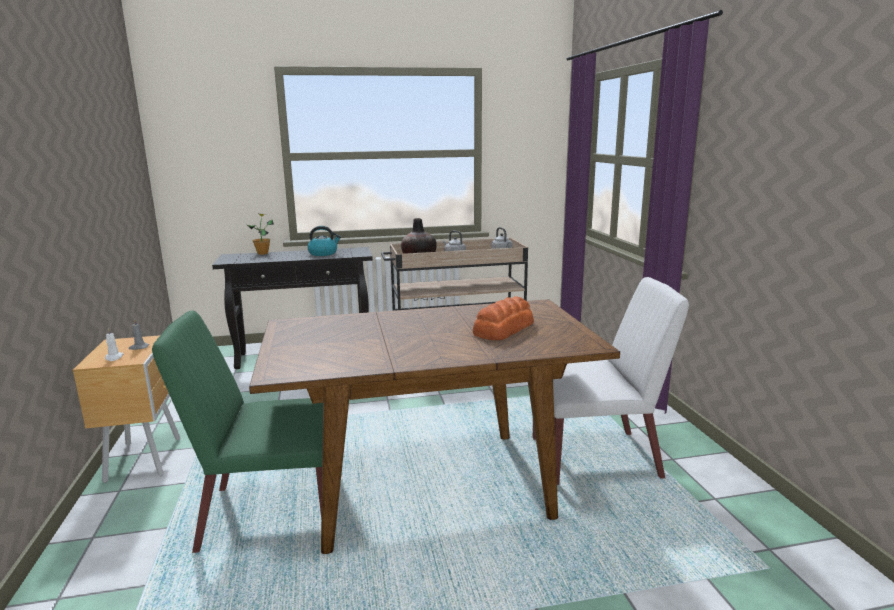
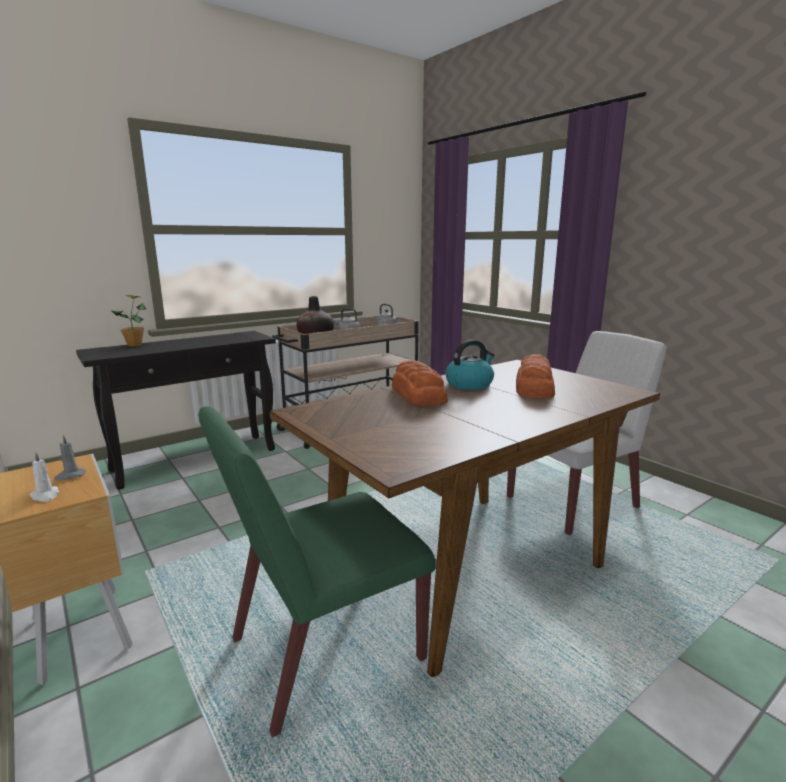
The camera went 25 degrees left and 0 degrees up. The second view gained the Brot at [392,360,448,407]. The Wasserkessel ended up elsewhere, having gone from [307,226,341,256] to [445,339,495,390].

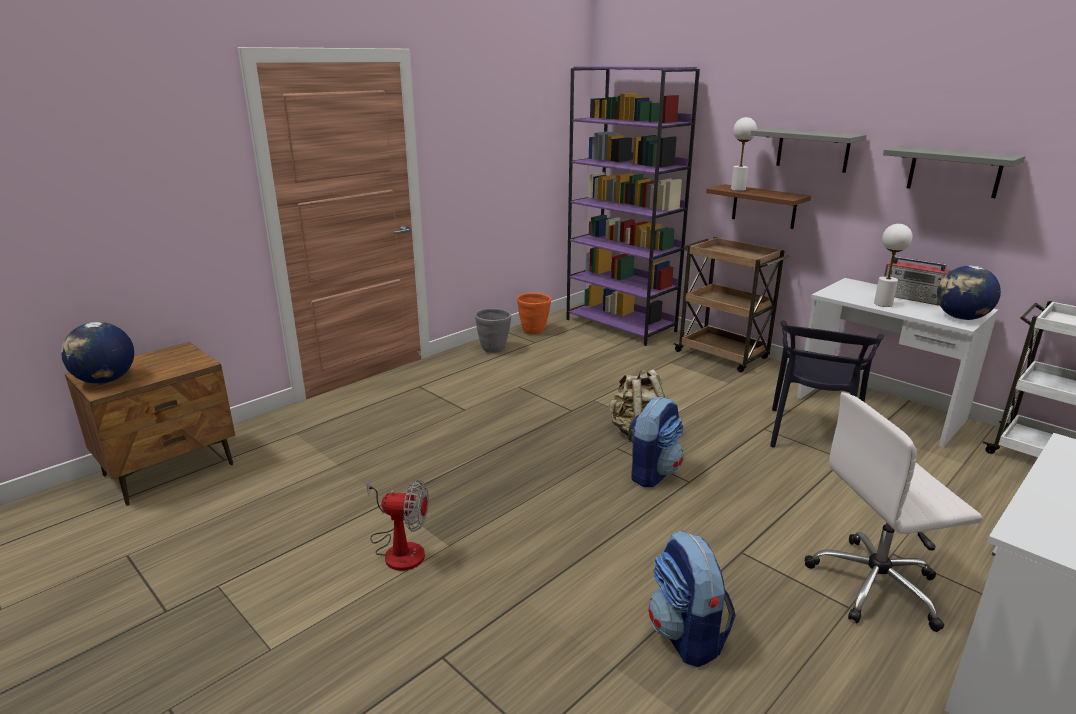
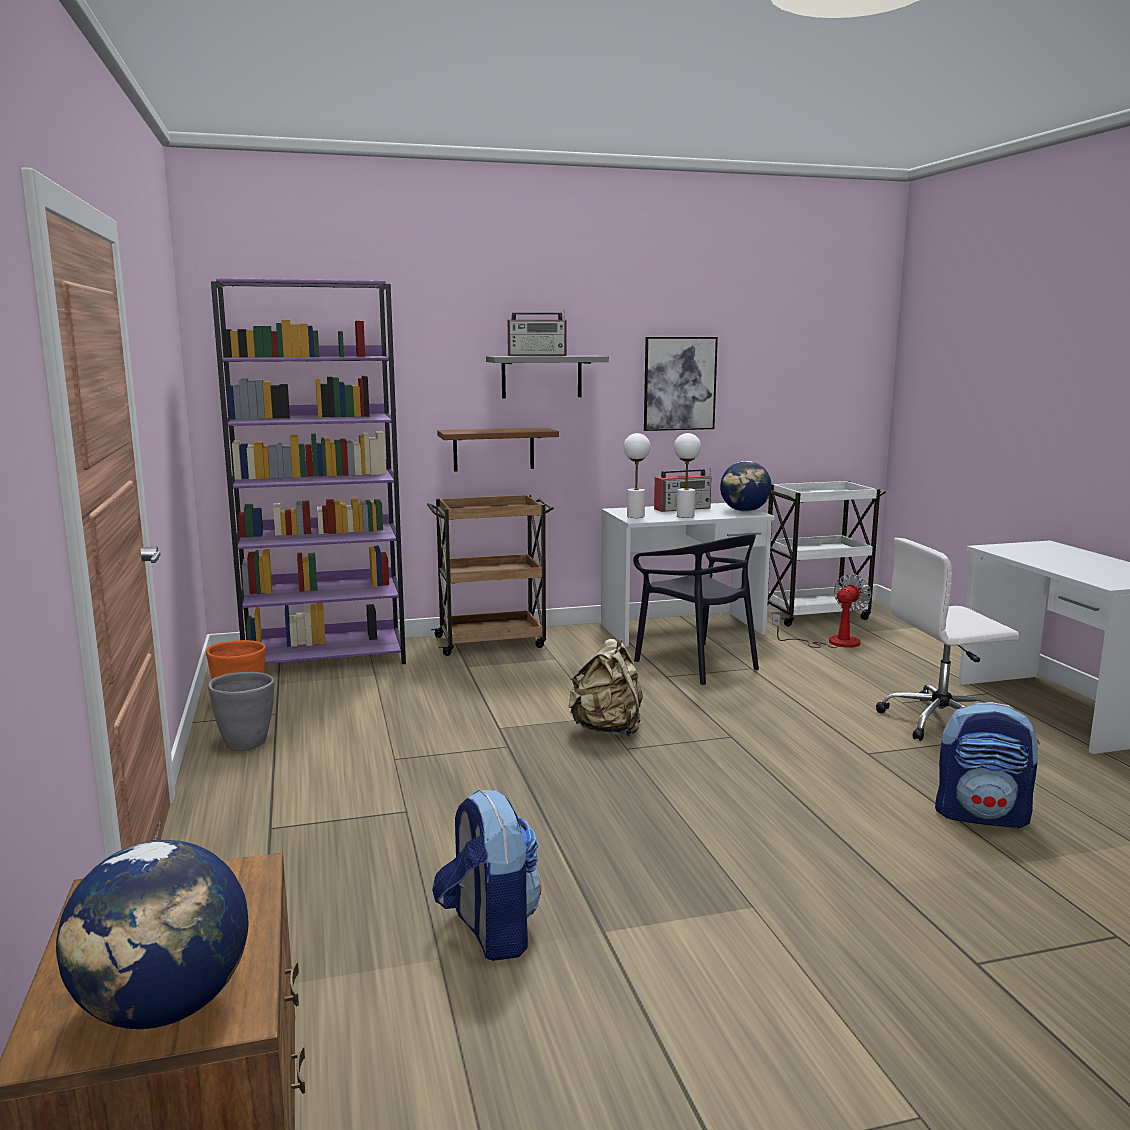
The camera went 60 degrees left and 10 degrees down. The second view gained the Radio at [507,310,567,356]. The Ventilator ended up elsewhere, having gone from [367,478,429,571] to [772,574,872,648]. The Rucksack ended up elsewhere, having gone from [629,396,684,487] to [432,790,541,961]. The Tischlampe [weiß] ended up elsewhere, having gone from [731,117,757,191] to [624,433,651,518]. Where the Wandregal [grau] hung at [883,146,1026,198], the Bild came to hang at [644,337,718,431]. The Bürostuhl [weiß] at [805,392,982,632] ended up facing another way, 60 degrees clockwise from before.

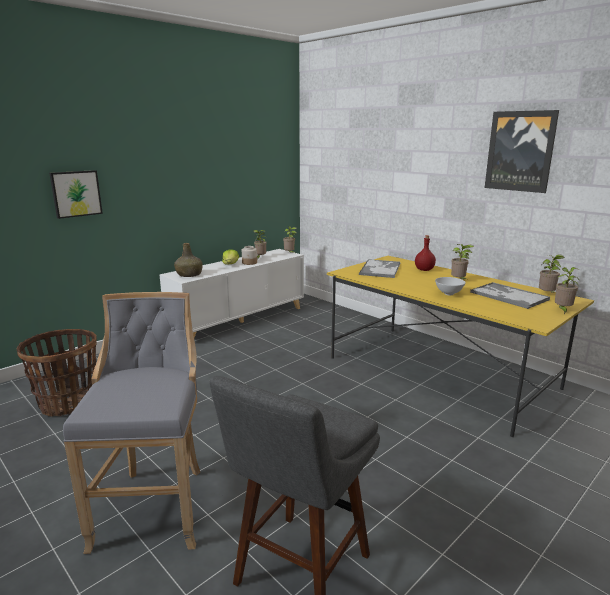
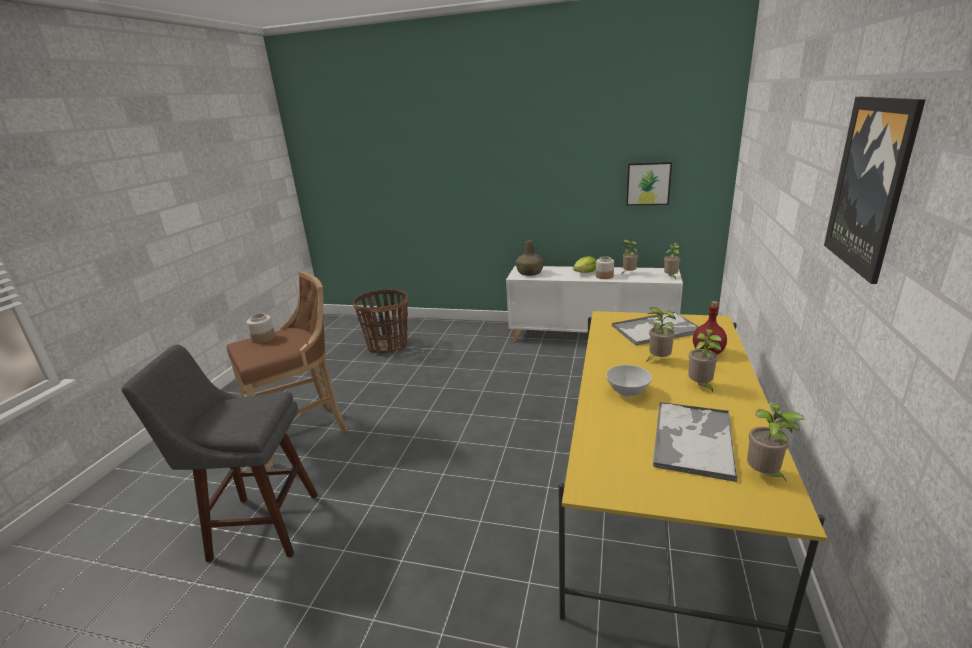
The camera went 60 degrees right and 5 degrees up. The second view gained the Vorratsglas at [247,313,275,343]. The Bild ended up elsewhere, having gone from [49,170,103,219] to [626,162,672,206]. The Topfpflanze ended up elsewhere, having gone from [555,267,579,314] to [646,307,676,362]. What was the Hocker [grau] at [63,292,200,554] turned into the Hocker [braun] at [227,272,347,468].

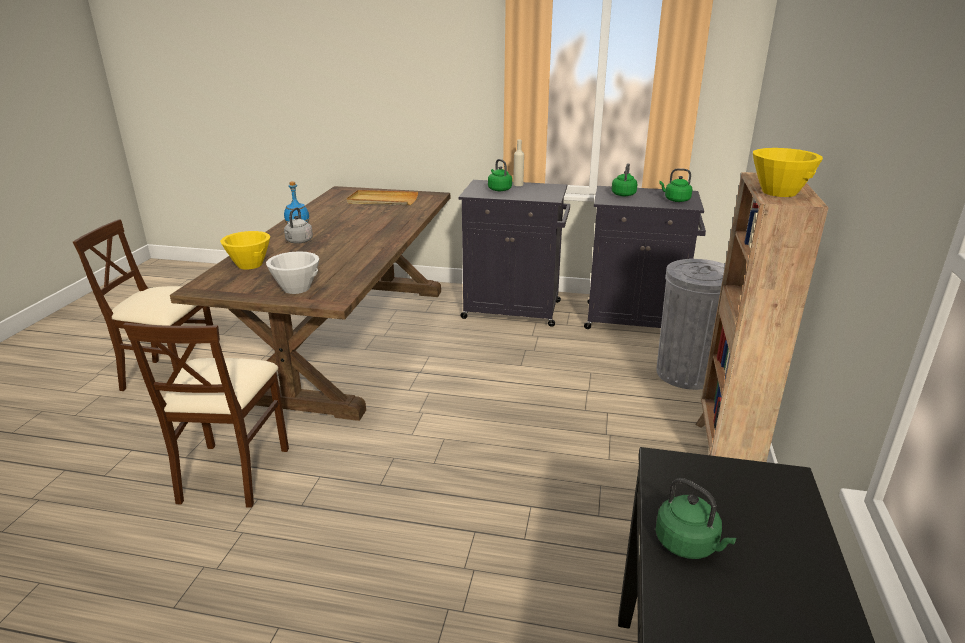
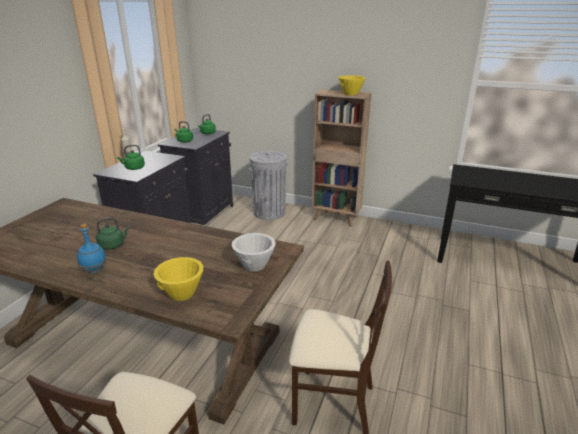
The camera went 80 degrees left and 0 degrees up. The second view lost the Wasserkessel [grau] at [284,207,313,243]. The second view lost the Tablett [beige] at [346,190,418,205]. The Wasserkessel [grün] ended up elsewhere, having gone from [655,478,736,559] to [96,217,130,250].

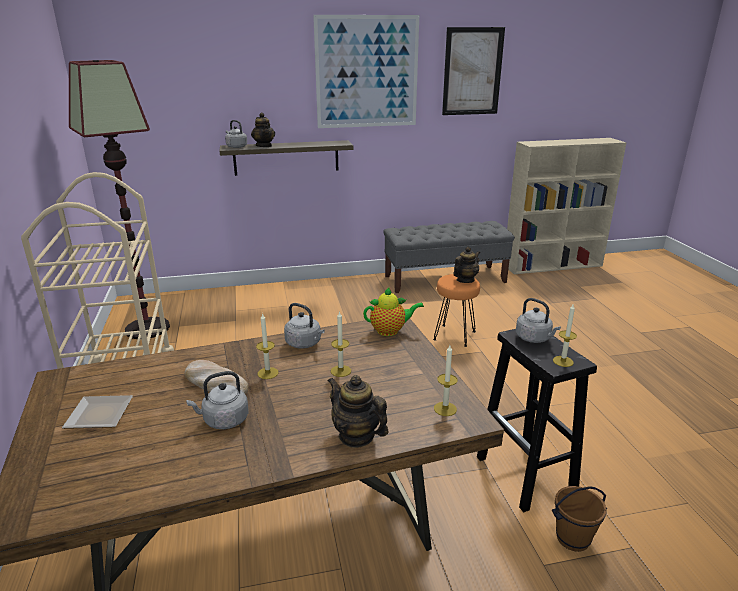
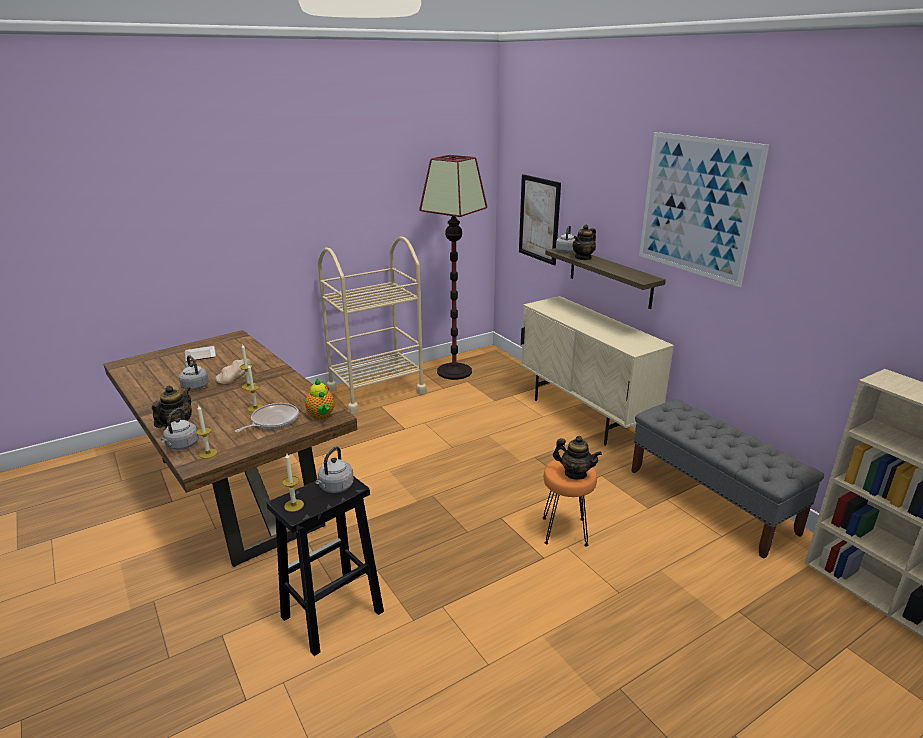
The camera went 70 degrees right and 0 degrees up. The second view lost the Eimer [braun] at [552,486,607,552]. The second view gained the Pfanne at [235,403,299,433]. The second view gained the Schrank [beige] at [521,296,674,446]. The Wasserkessel [grau] ended up elsewhere, having gone from [284,303,325,349] to [161,408,199,450]. The Bild ended up elsewhere, having gone from [442,27,505,115] to [519,174,561,265].

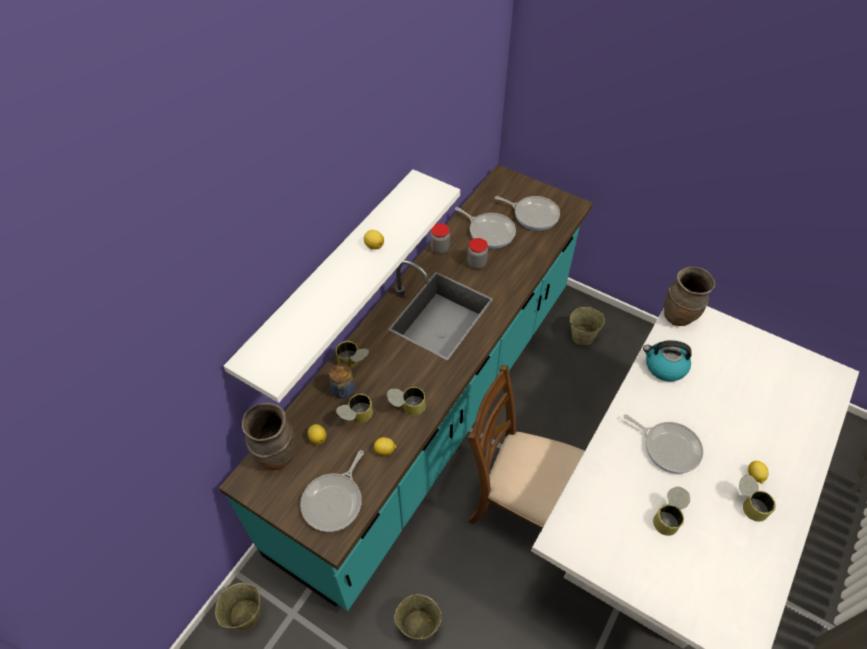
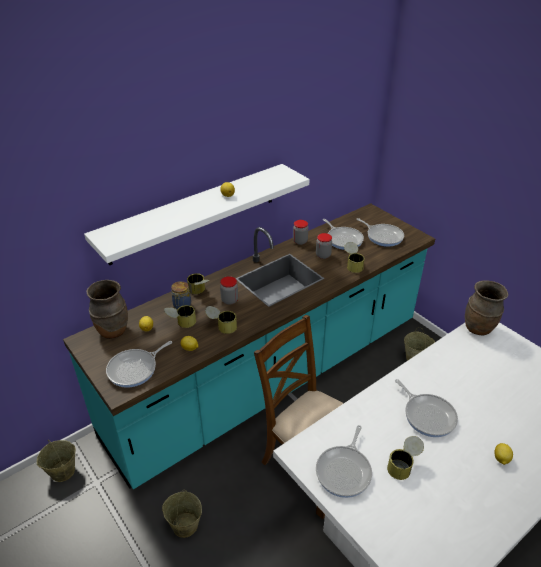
The camera went 20 degrees right and 15 degrees down. The second view lost the Wasserkessel at [643,340,692,382]. The second view gained the Vorratsglas at [220,276,238,305]. The second view gained the Pfanne at [316,425,372,498]. The Dose ended up elsewhere, having gone from [739,475,776,522] to [344,242,365,273].

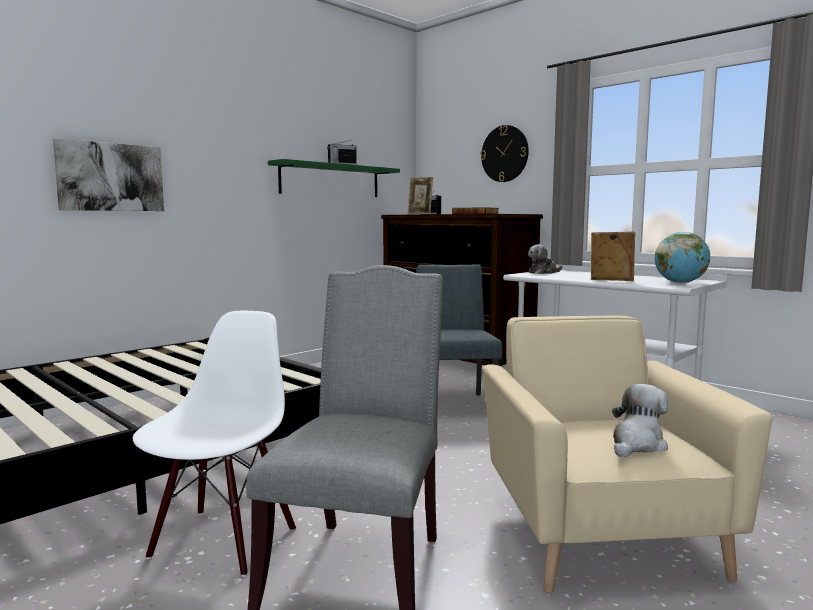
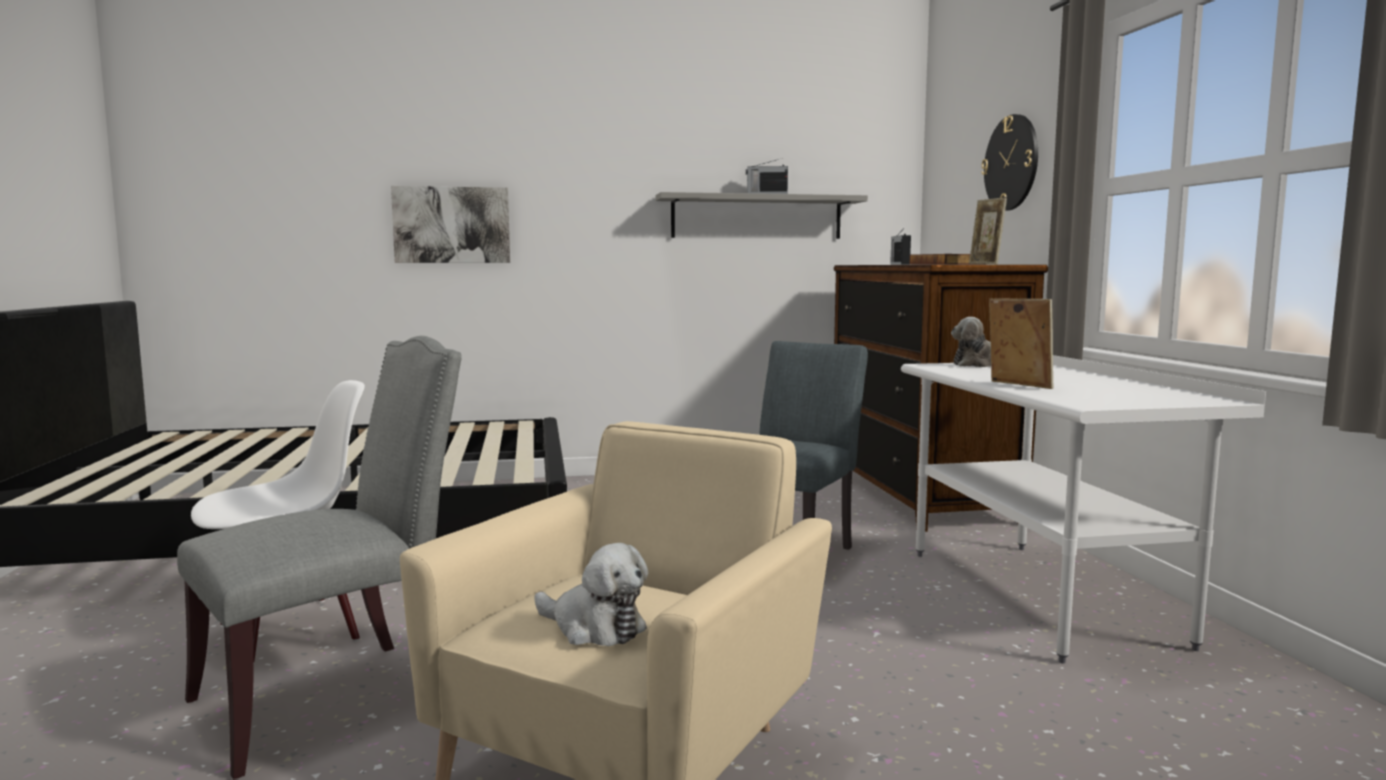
The camera went 35 degrees right and 0 degrees up. The second view lost the Globus at [655,232,710,283]. The Bilderrahmen ended up elsewhere, having gone from [408,177,433,214] to [969,198,1007,264]. What was the Wandregal [grün] at [268,159,400,197] turned into the Wandregal [grau] at [655,192,868,239]. The Plüschtier at [612,384,668,457] ended up facing another way, 45 degrees clockwise from before.

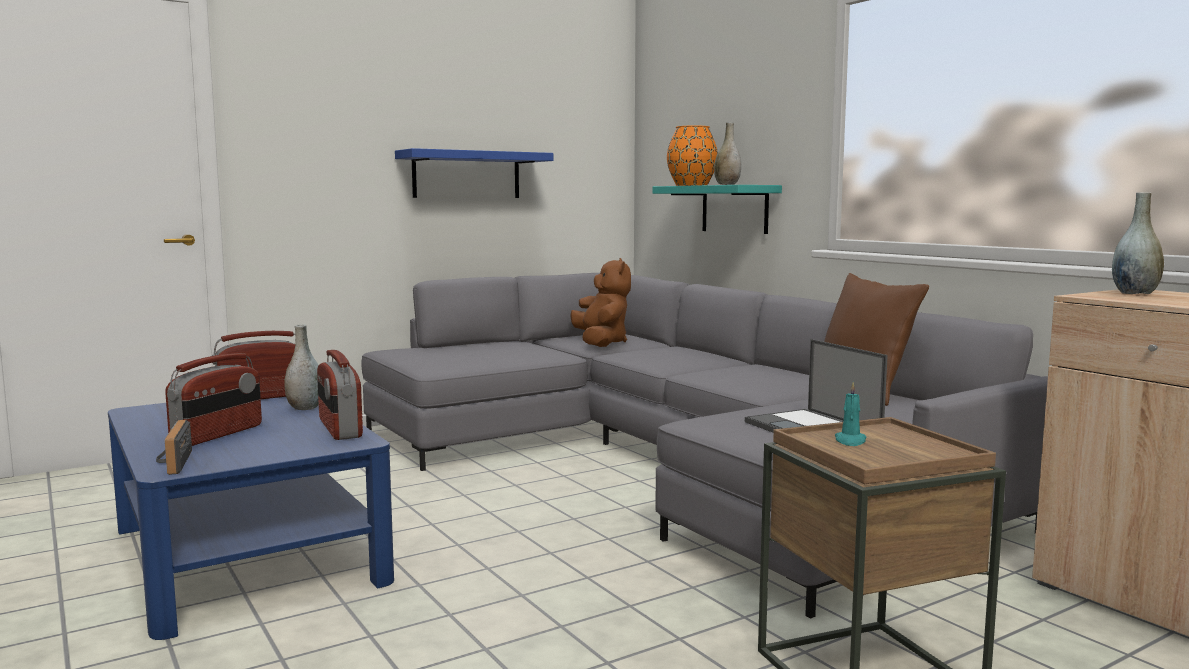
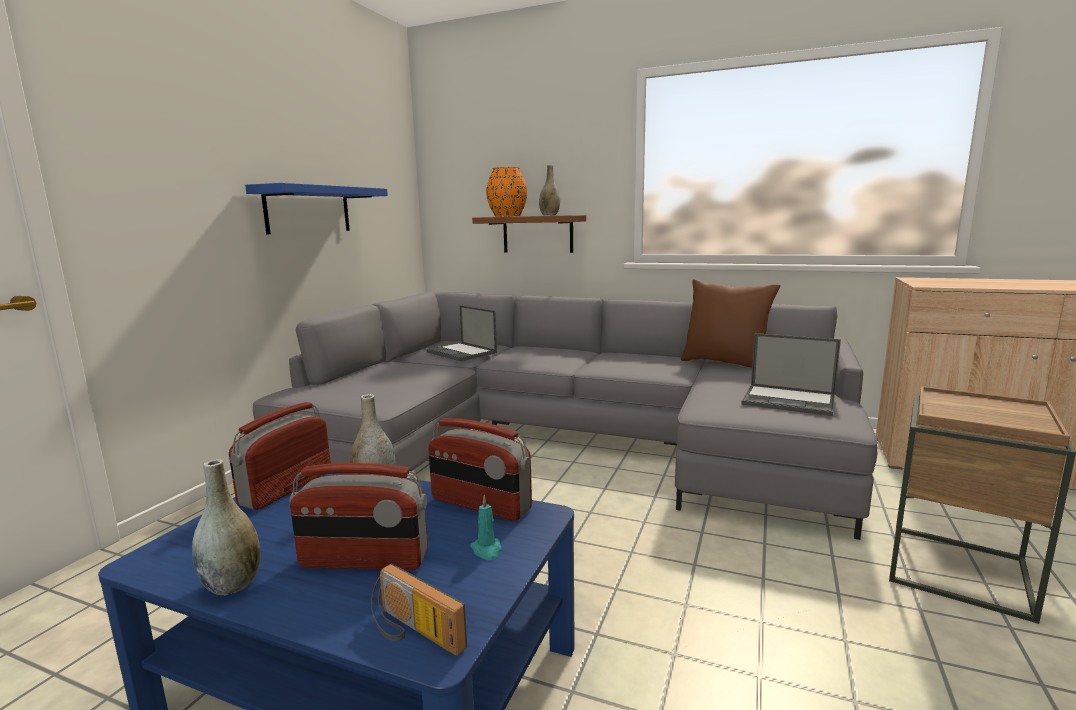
The camera went 35 degrees left and 5 degrees up. The Kerze [türkis] ended up elsewhere, having gone from [835,382,867,446] to [470,495,502,560]. The Vase [grau] ended up elsewhere, having gone from [1112,192,1164,294] to [192,459,260,596]. Where the Plüschtier [braun] stood at [570,258,631,347], the Laptop came to stand at [427,305,497,362]. What was the Wandregal [türkis] at [652,185,782,234] turned into the Wandregal [braun] at [472,215,586,253]. The Radio at [165,353,262,446] ended up facing another way, 105 degrees clockwise from before.

